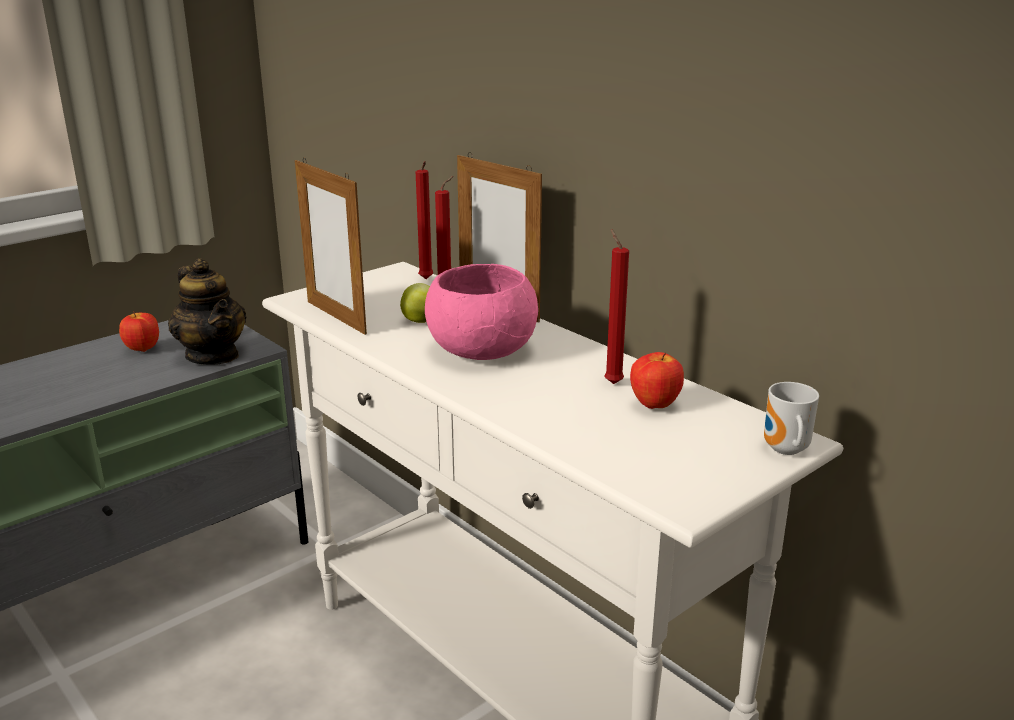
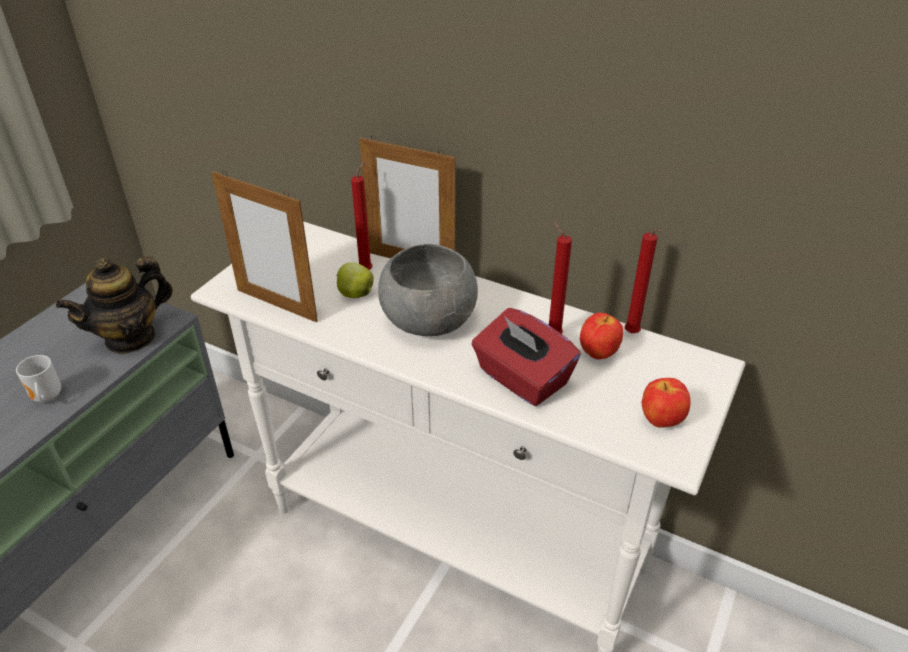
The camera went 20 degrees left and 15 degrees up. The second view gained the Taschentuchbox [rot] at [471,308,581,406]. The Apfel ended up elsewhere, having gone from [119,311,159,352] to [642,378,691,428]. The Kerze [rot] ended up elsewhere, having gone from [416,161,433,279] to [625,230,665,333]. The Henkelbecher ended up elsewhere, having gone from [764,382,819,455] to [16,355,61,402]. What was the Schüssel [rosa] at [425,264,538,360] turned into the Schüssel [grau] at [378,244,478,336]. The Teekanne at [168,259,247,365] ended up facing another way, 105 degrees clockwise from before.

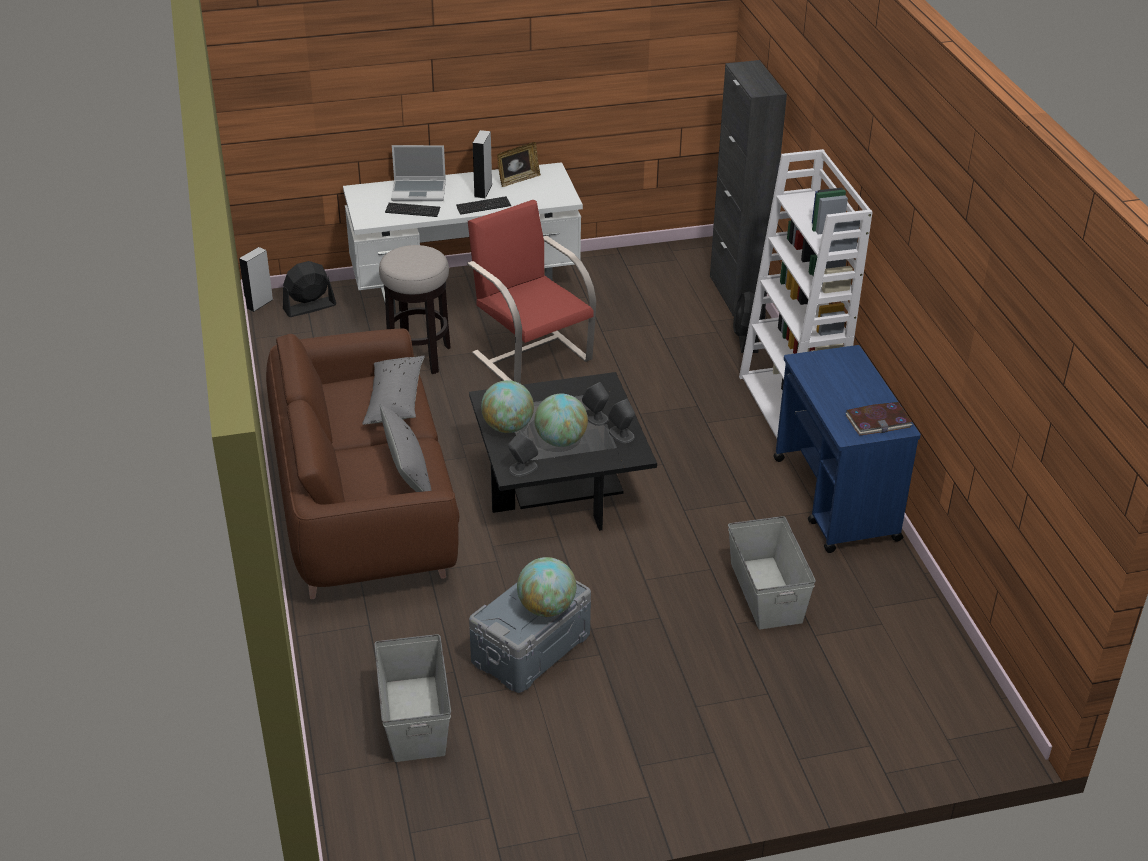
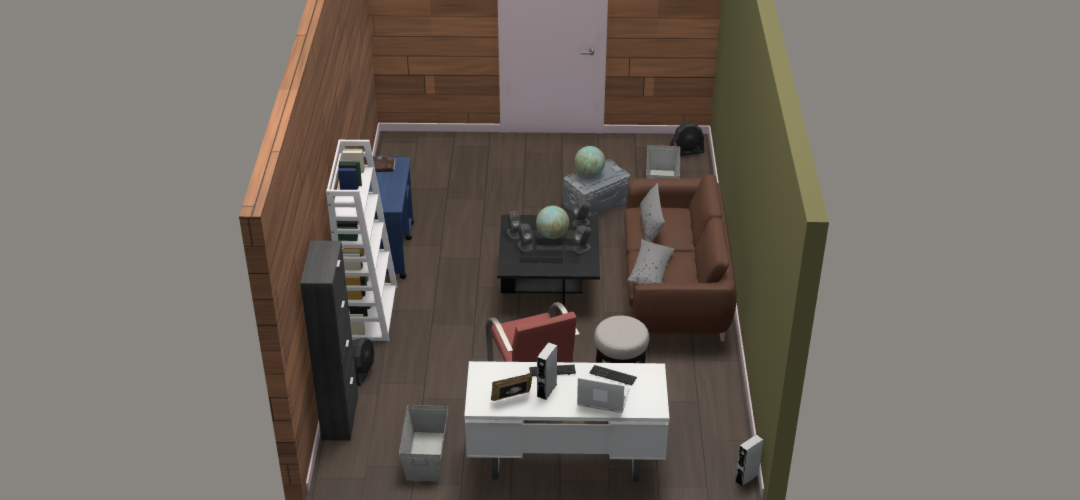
The camera went 165 degrees left and 0 degrees up. The Ventilator [schwarz] ended up elsewhere, having gone from [283,261,336,317] to [670,122,704,156]. The Aufbewahrungsbox [grau] ended up elsewhere, having gone from [728,516,816,629] to [399,405,448,482]. Where the Globus stood at [481,380,534,433], the Lautsprecher [grau] came to stand at [573,225,591,254].

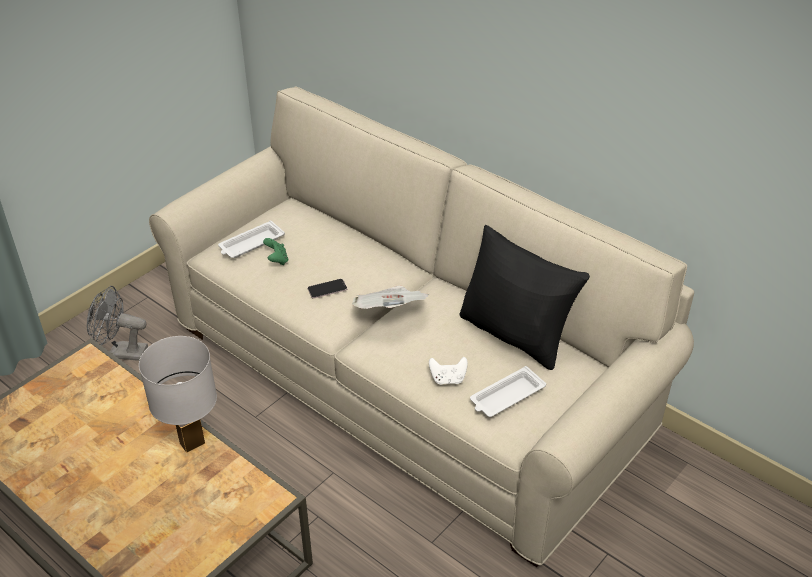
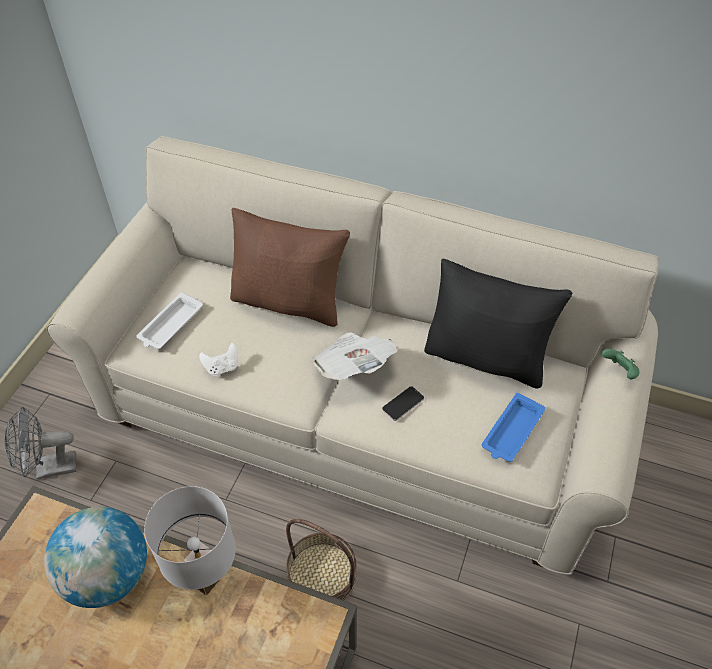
The camera went 20 degrees left and 10 degrees up. The second view gained the Globus at [44,507,147,608]. The second view gained the Kissen [braun] at [230,208,350,327]. The second view gained the Korb at [286,519,356,601]. The Gamepad [grün] ended up elsewhere, having gone from [263,238,288,265] to [602,349,639,379]. The Handy ended up elsewhere, having gone from [307,279,347,299] to [382,386,424,421]. The Gamepad [weiß] ended up elsewhere, having gone from [429,357,468,385] to [199,343,238,376]. What was the Tablett [weiß] at [470,366,546,417] turned into the Tablett [blau] at [482,393,546,462].

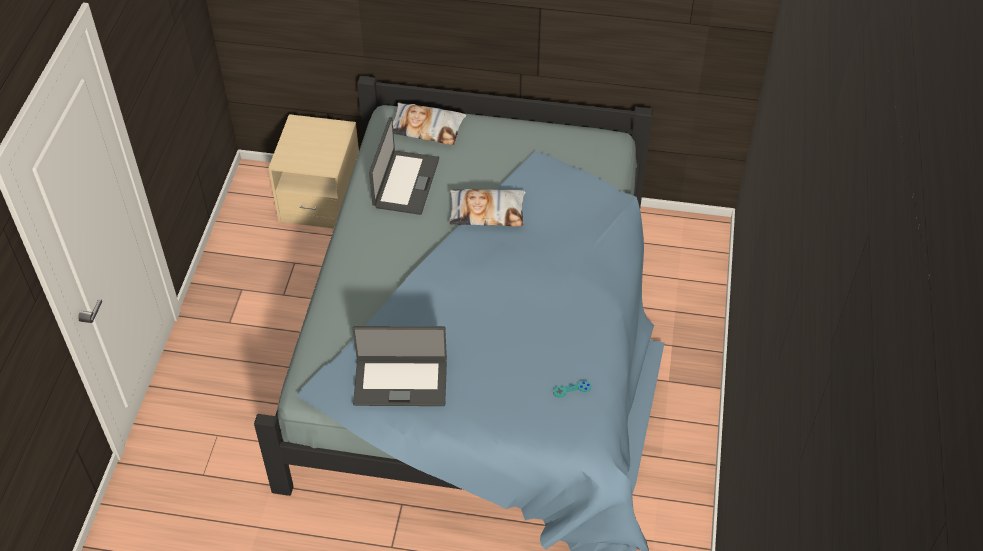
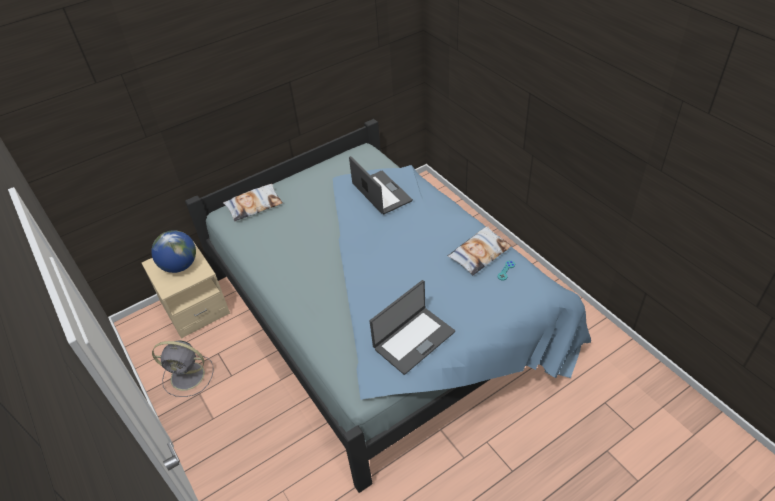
The camera went 40 degrees left and 5 degrees down. The second view gained the Globus at [151,230,196,273]. The second view gained the Ventilator [grau] at [152,340,213,397]. The Laptop ended up elsewhere, having gone from [369,117,439,215] to [349,156,413,214]. The Kissen ended up elsewhere, having gone from [449,189,526,226] to [448,226,512,275].

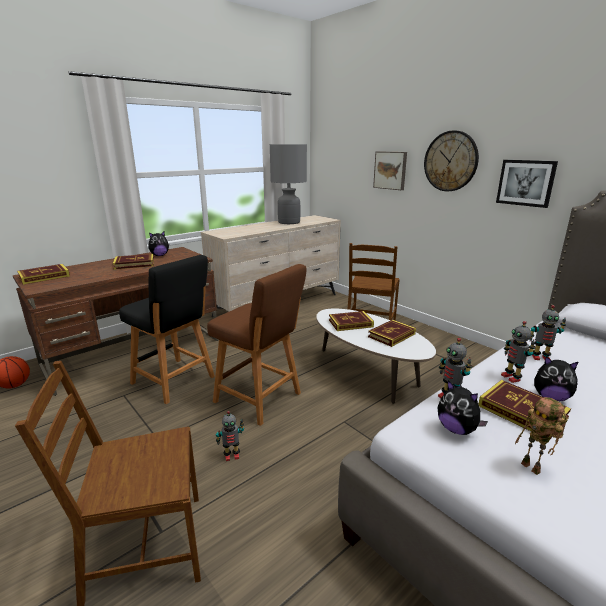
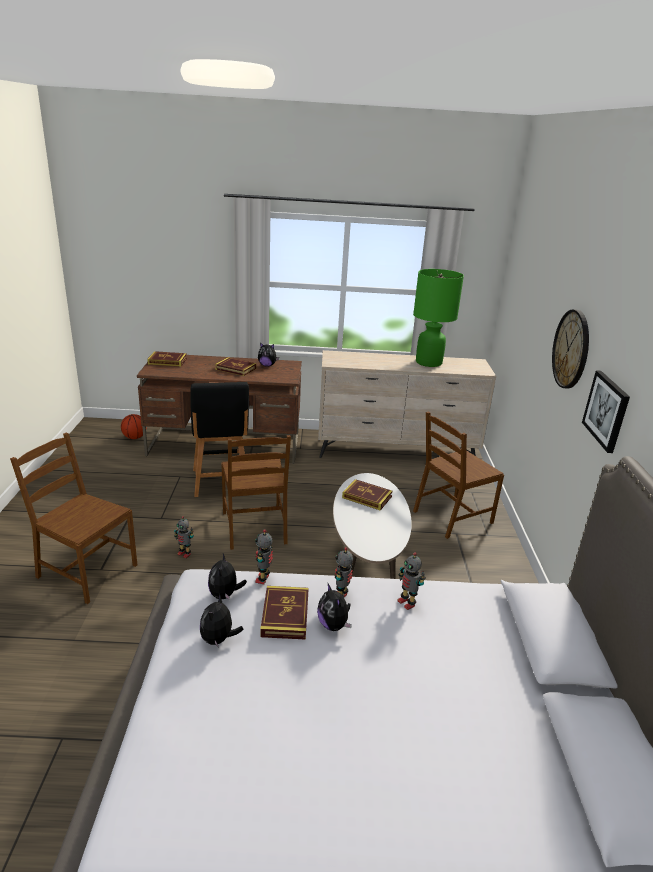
The camera went 40 degrees right and 5 degrees up. The second view lost the Buch at [368,320,416,347]. The second view lost the Bild at [373,151,407,190]. Where the Hocker [braun] stood at [207,264,307,426], the Stuhl [braun] came to stand at [221,435,291,550]. Where the Spielzeugroboter stood at [515,397,568,475], the Plüschtier came to stand at [200,593,243,648]. What was the Tischlampe [grau] at [270,144,307,224] turned into the Tischlampe [grün] at [413,269,464,367].

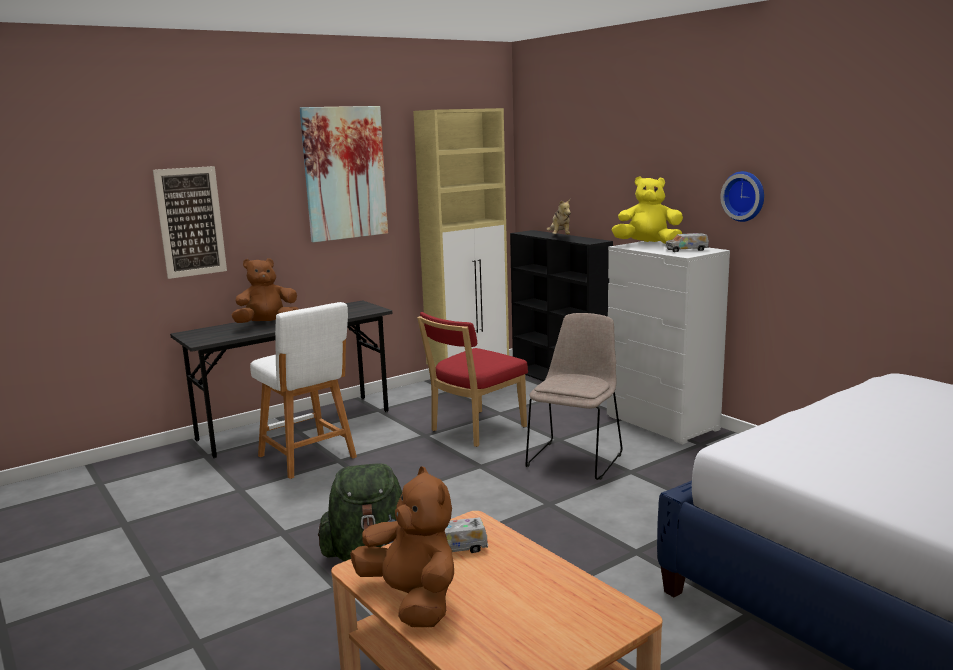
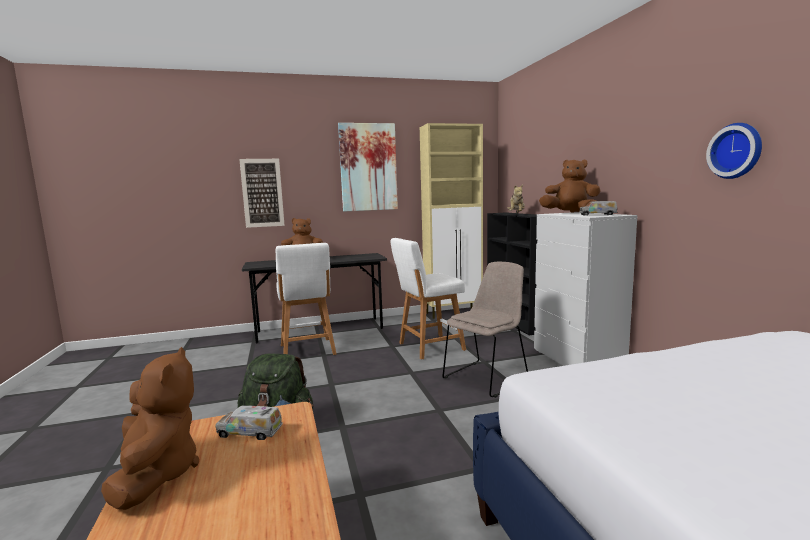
The camera went 20 degrees right and 5 degrees down. The Wanduhr ended up elsewhere, having gone from [721,171,764,222] to [706,123,762,179]. Where the Stuhl [rot] stood at [417,312,528,447], the Hocker [weiß] came to stand at [390,238,466,360]. What was the Plüschtier [gelb] at [612,177,683,244] turned into the Plüschtier [braun] at [539,160,601,213].

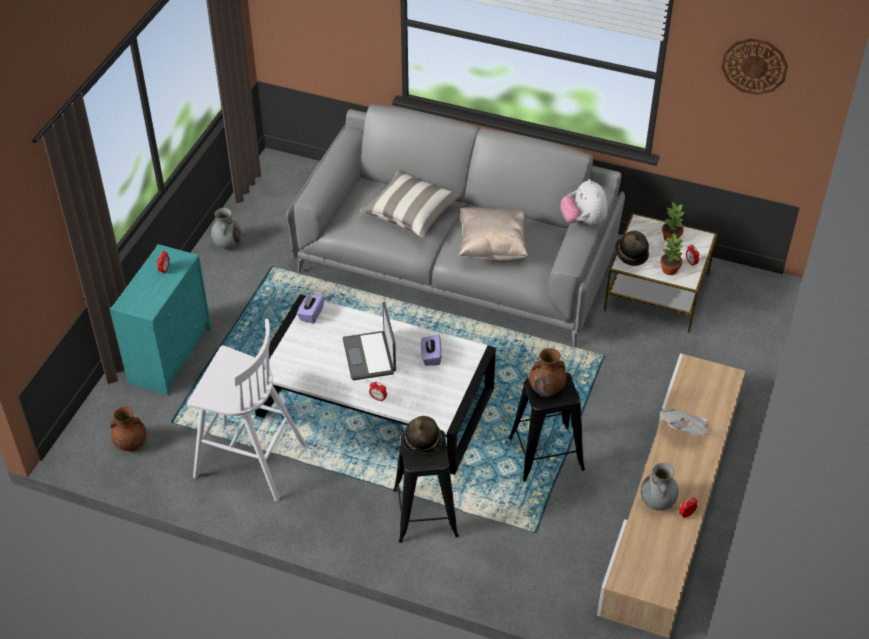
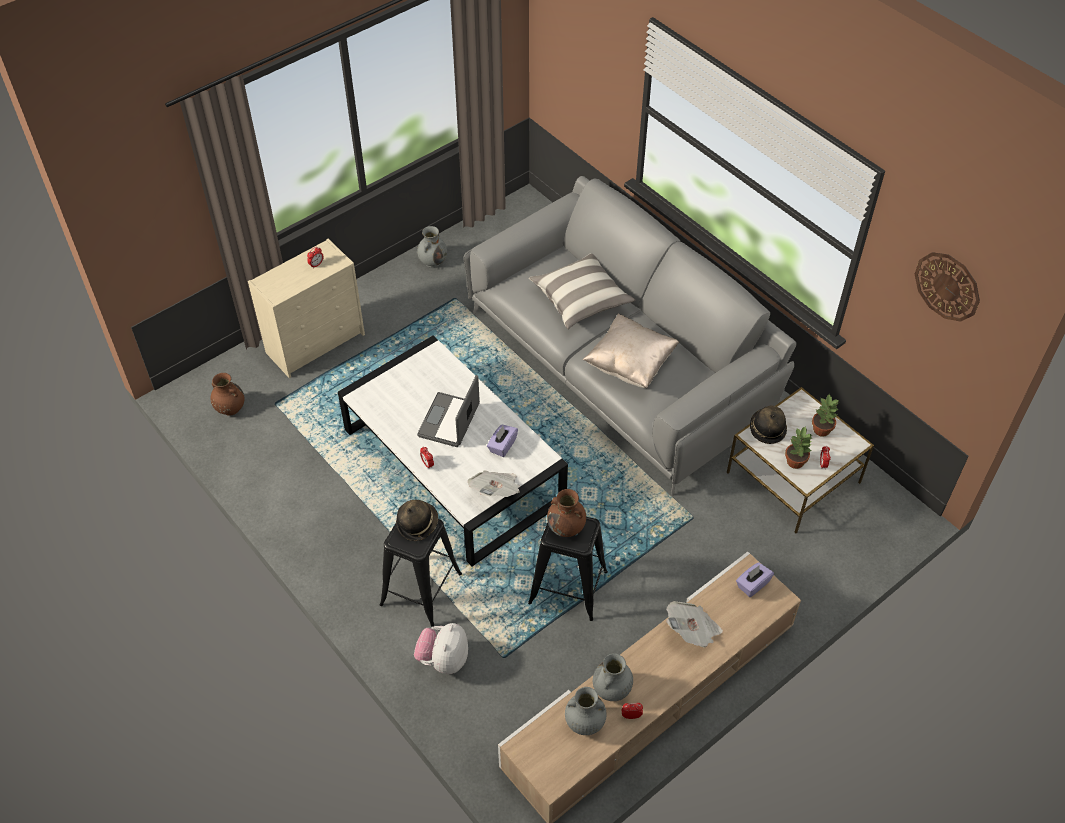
The camera went 30 degrees right and 5 degrees up. The second view lost the Hocker [weiß] at [187,319,307,501]. The second view gained the Zeitung at [468,470,520,497]. The second view gained the Vase [grau] at [565,687,607,735]. The Taschentuchbox [lila] ended up elsewhere, having gone from [297,294,324,324] to [736,563,774,597]. The Plüschtier ended up elsewhere, having gone from [560,179,607,226] to [414,623,468,674]. What was the Kommode [türkis] at [110,244,212,395] turned into the Kommode [beige] at [248,239,365,378].

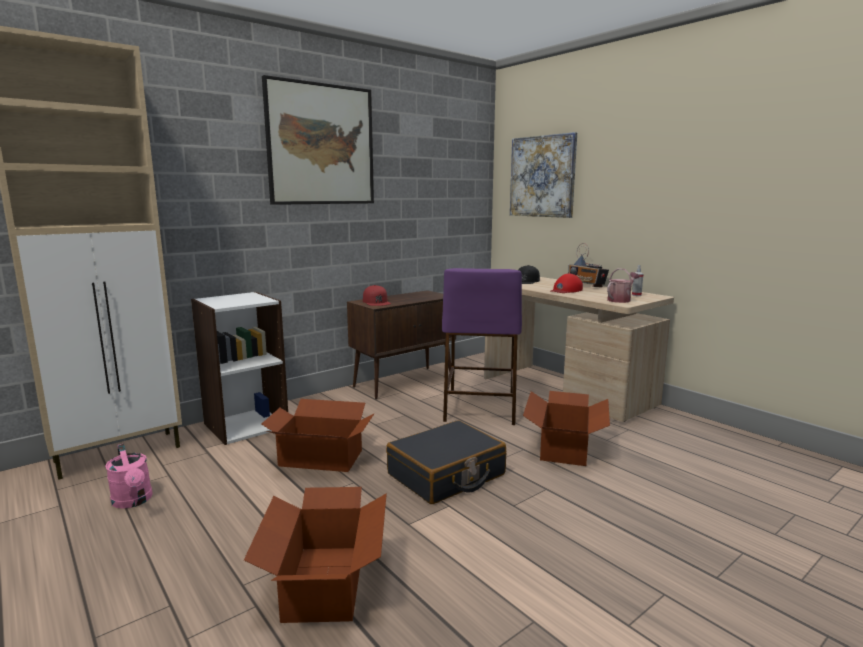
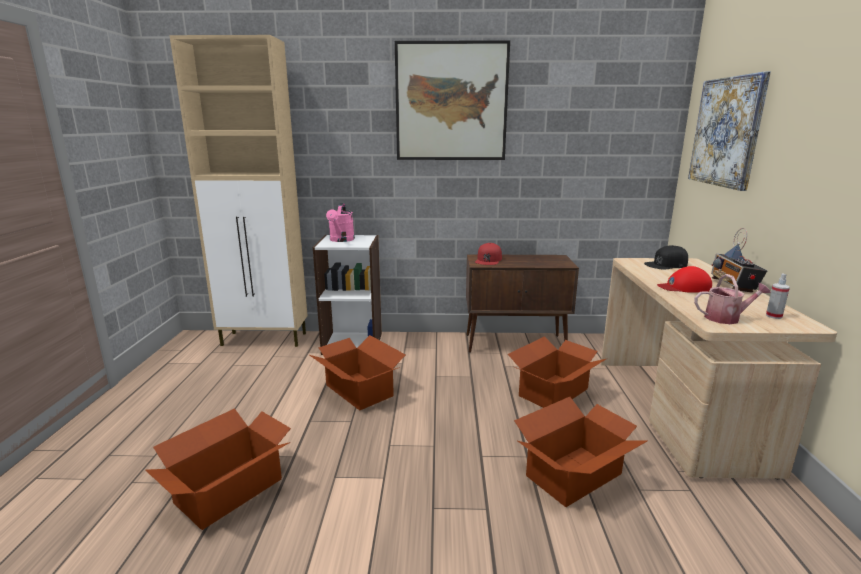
The camera went 40 degrees right and 5 degrees up. The second view lost the Koffer [schwarz] at [386,420,506,504]. The Gießkanne [rosa] ended up elsewhere, having gone from [105,444,153,509] to [326,203,355,242]. Where the Hocker [lila] stood at [442,268,522,425], the Karton came to stand at [508,336,606,408].

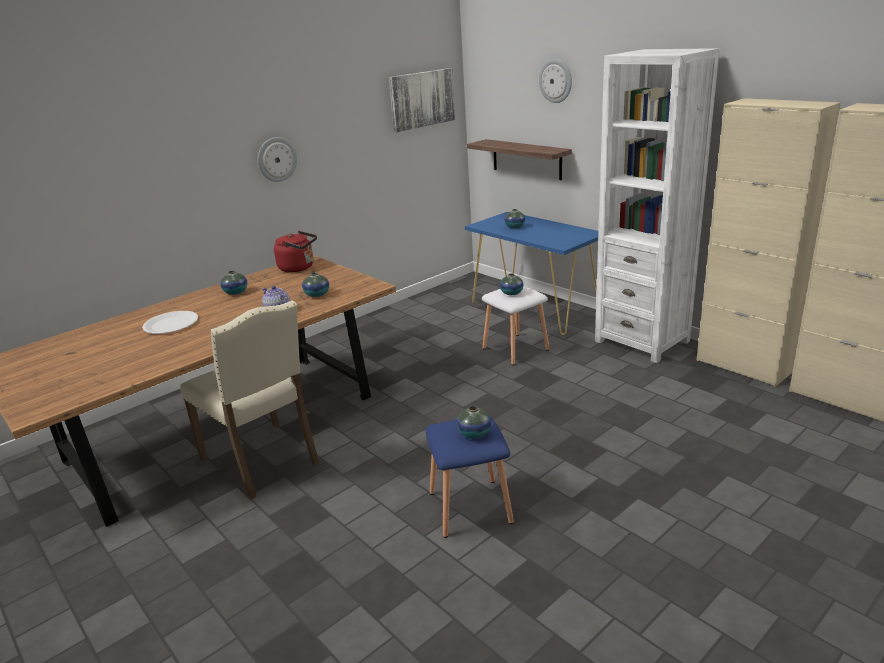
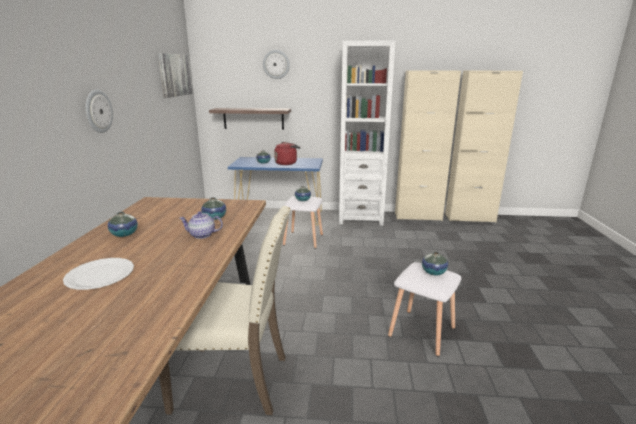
The camera went 45 degrees left and 5 degrees down. The Wasserkessel [rot] ended up elsewhere, having gone from [274,231,317,272] to [274,142,300,165]. What was the Hocker [blau] at [425,416,514,538] turned into the Hocker [weiß] at [388,262,462,357].

